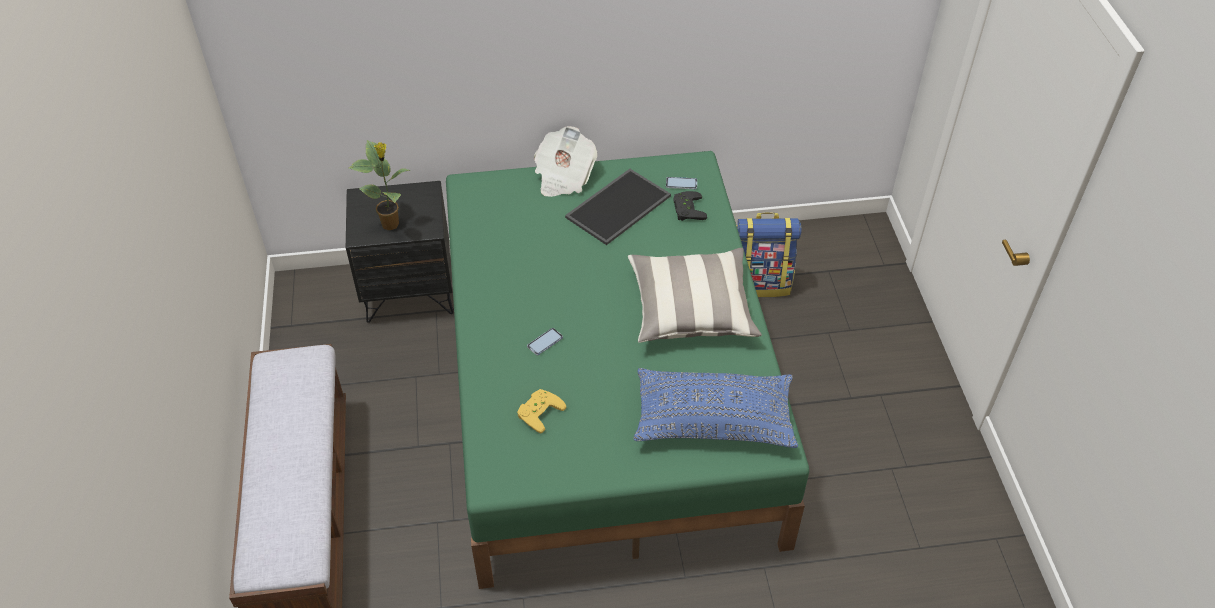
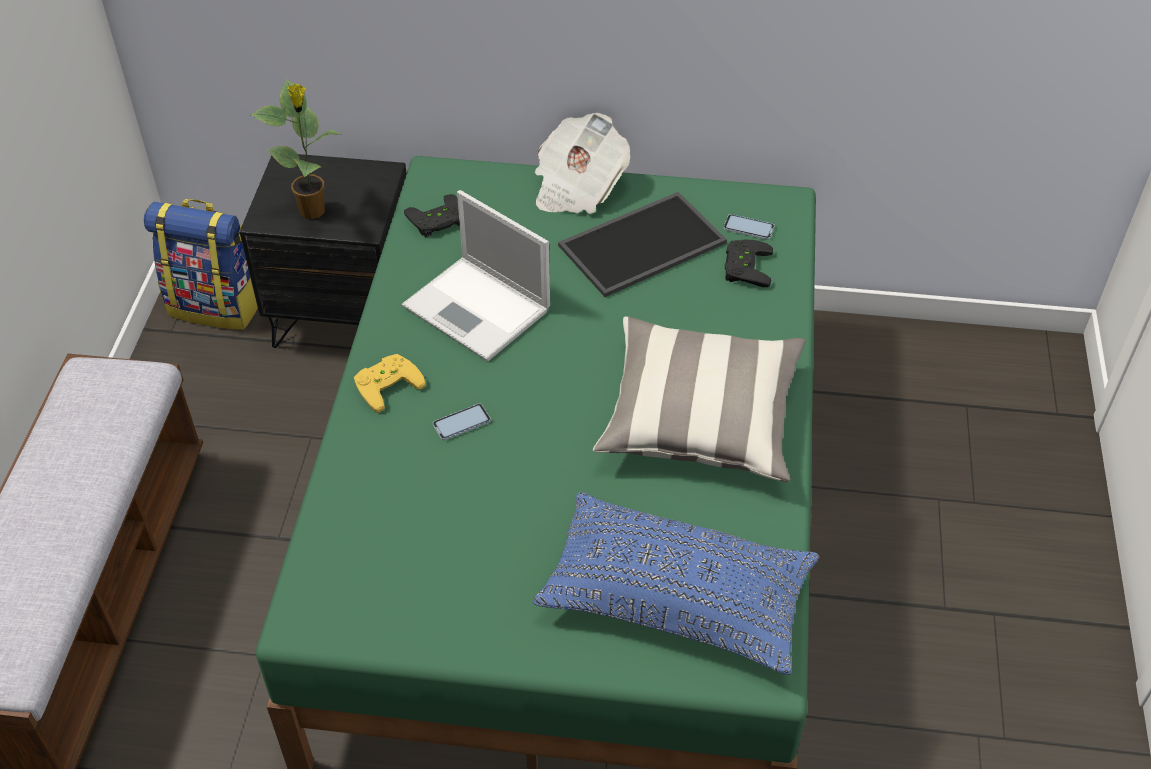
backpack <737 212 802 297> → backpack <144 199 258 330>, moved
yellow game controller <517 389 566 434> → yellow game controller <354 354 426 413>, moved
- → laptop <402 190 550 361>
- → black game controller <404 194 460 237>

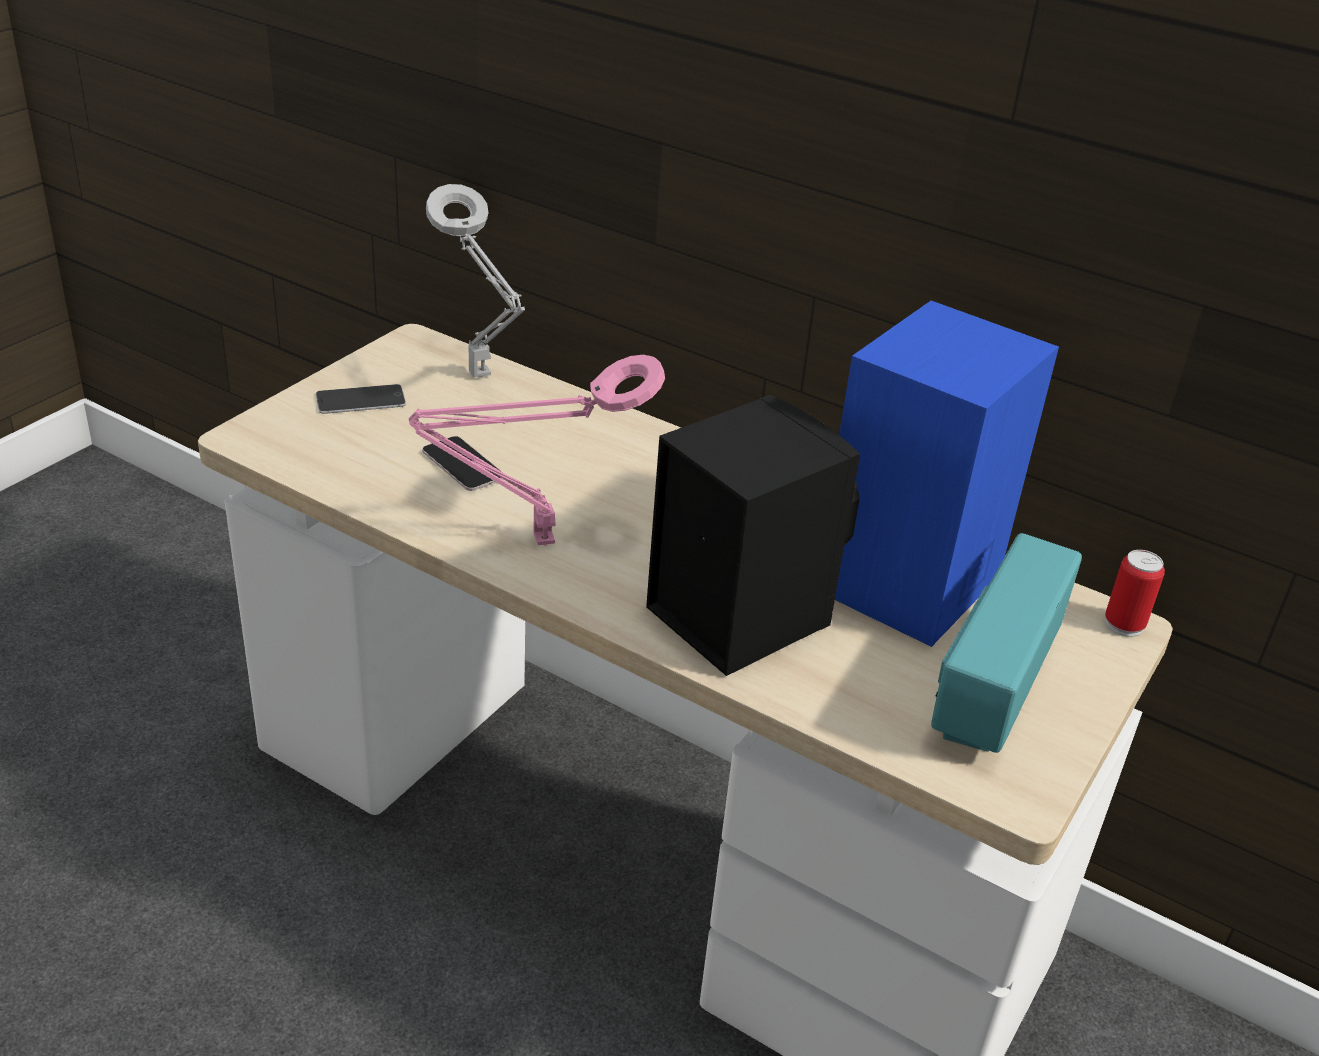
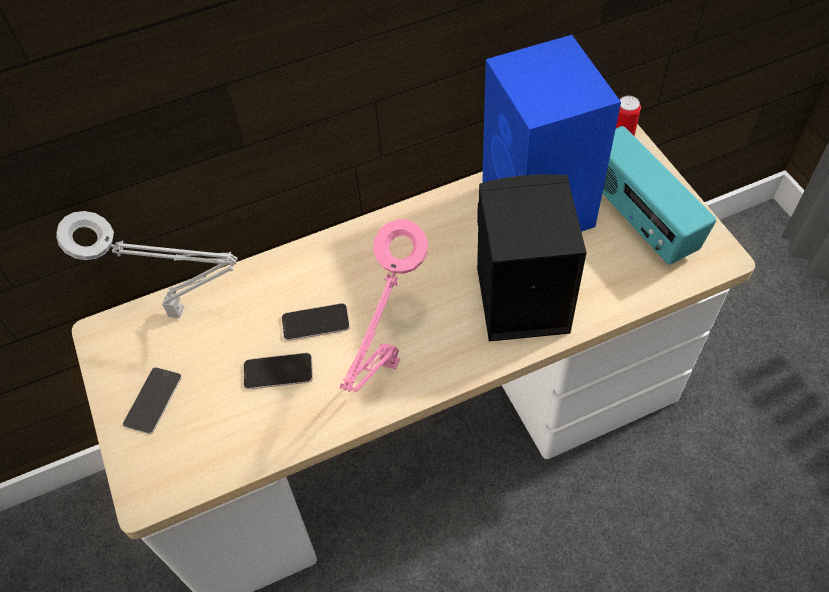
- → phone <281 303 350 341>

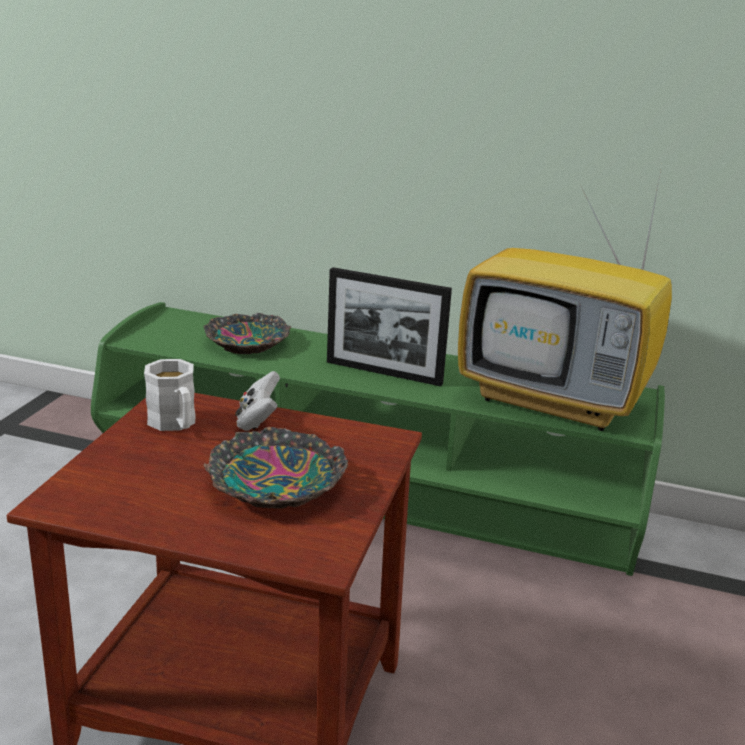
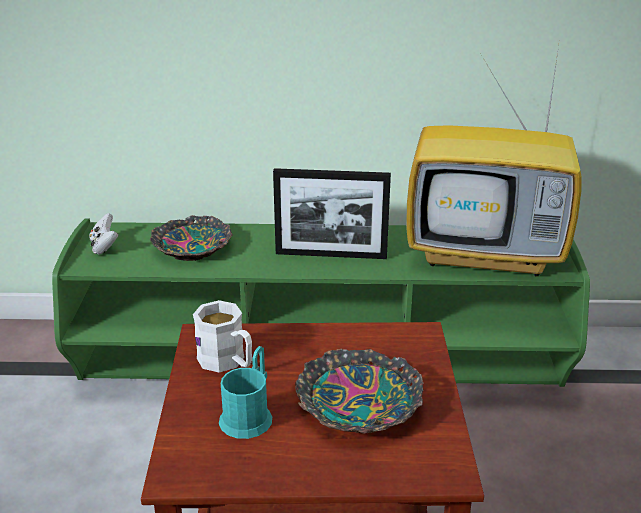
white game controller <235 371 280 431> → white game controller <89 213 119 255>, moved
- → turquoise mug <219 346 272 439>

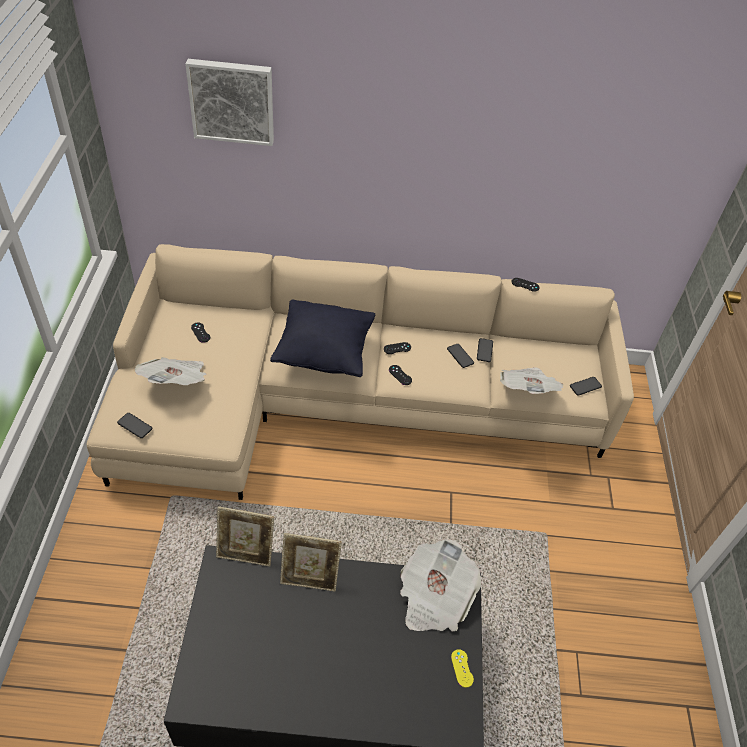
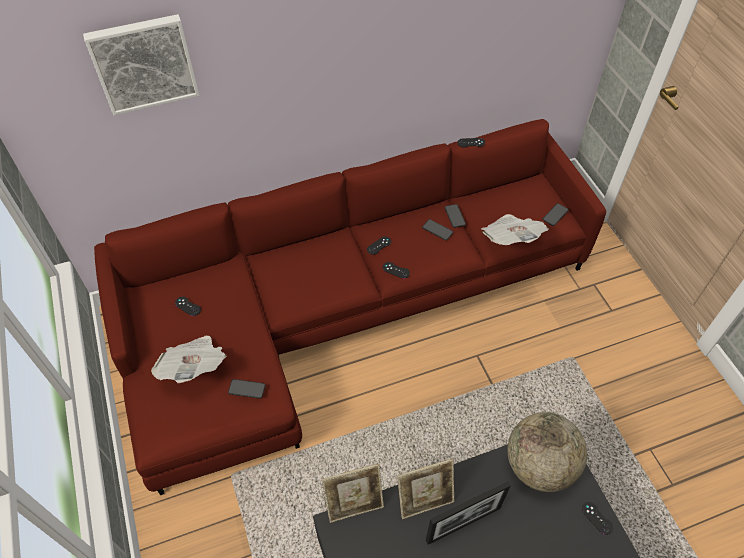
beige sofa <87 244 634 500> → red sofa <94 119 606 495>
black pillow <270 299 375 377> → -
phone <117 413 152 438> → phone <228 379 265 399>, moved
newspaper <400 539 481 632> → globe <507 412 587 492>
yellow game controller <451 649 474 688> → black game controller <582 502 613 535>
- → picture frame <426 481 511 545>

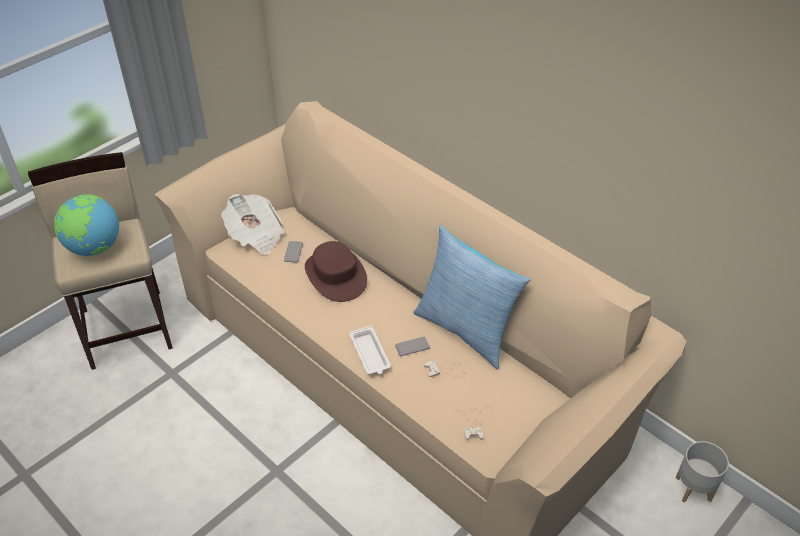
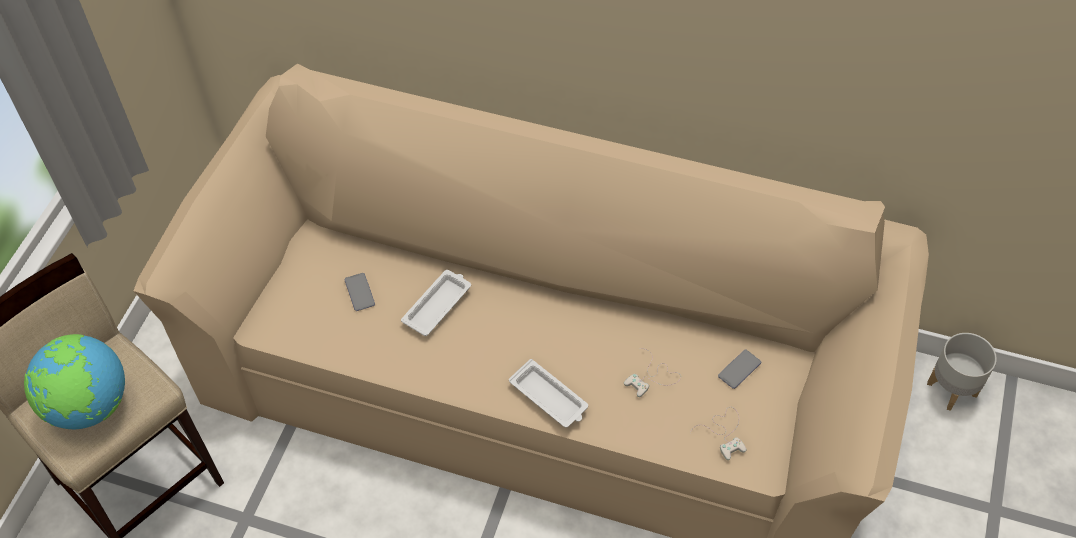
newspaper <221 194 286 255> → -
pillow <413 225 531 370> → -
brown hat <305 241 367 302> → white tray <401 270 471 336>
phone <395 337 430 356> → phone <718 349 761 389>, moved

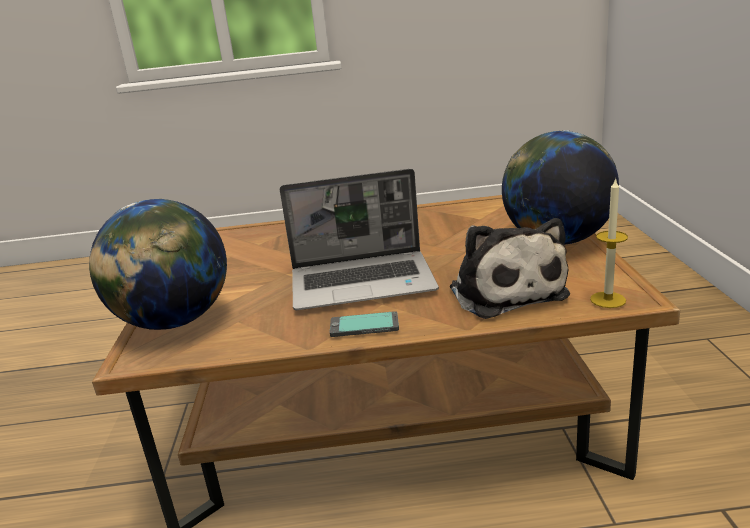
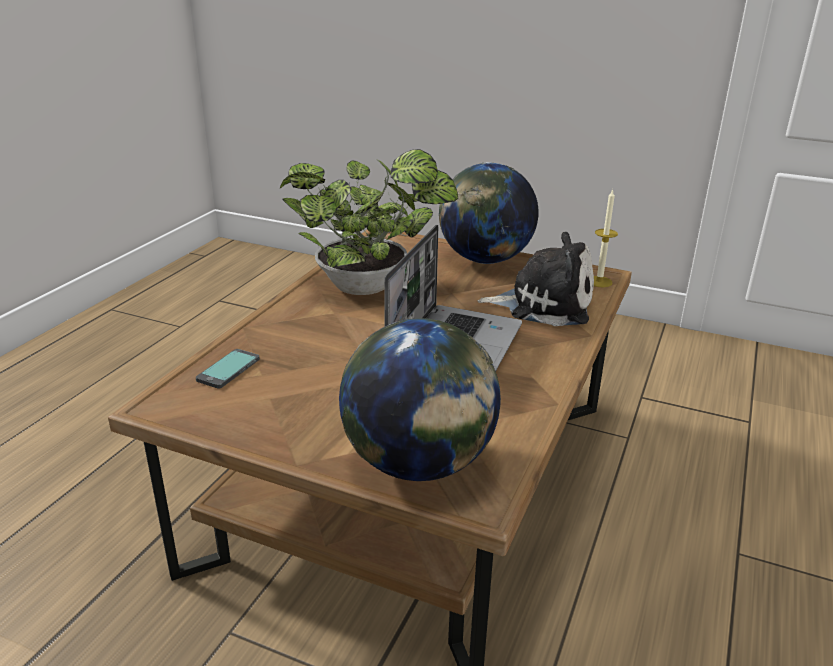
phone <330 311 399 337> → phone <196 349 260 389>, moved
- → potted plant <280 149 458 295>

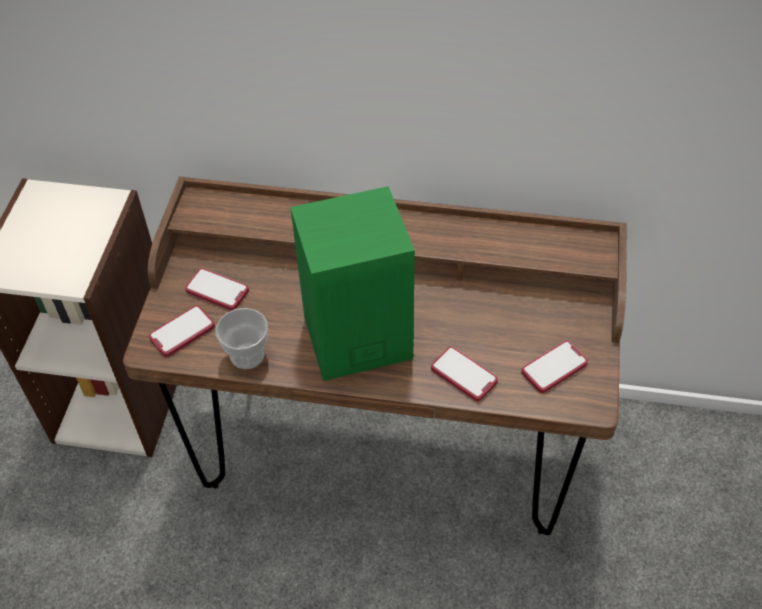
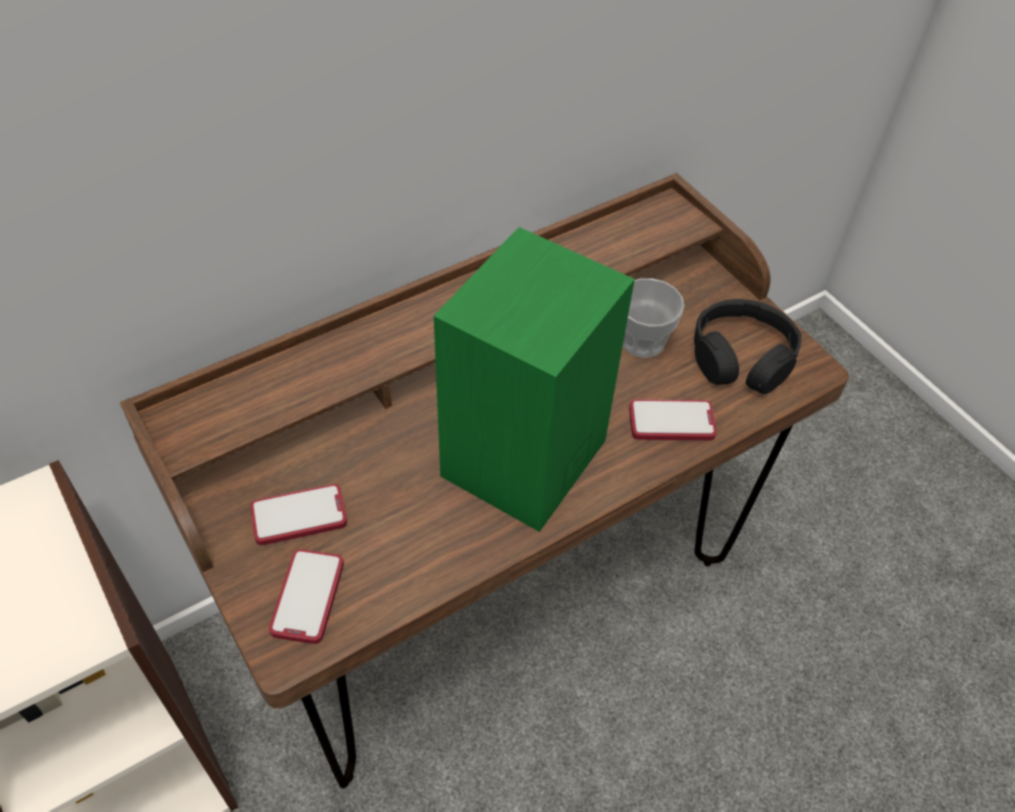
cup <216 308 268 369> → cup <623 278 685 358>, moved
phone <521 341 588 393> → black headphones <694 299 801 394>

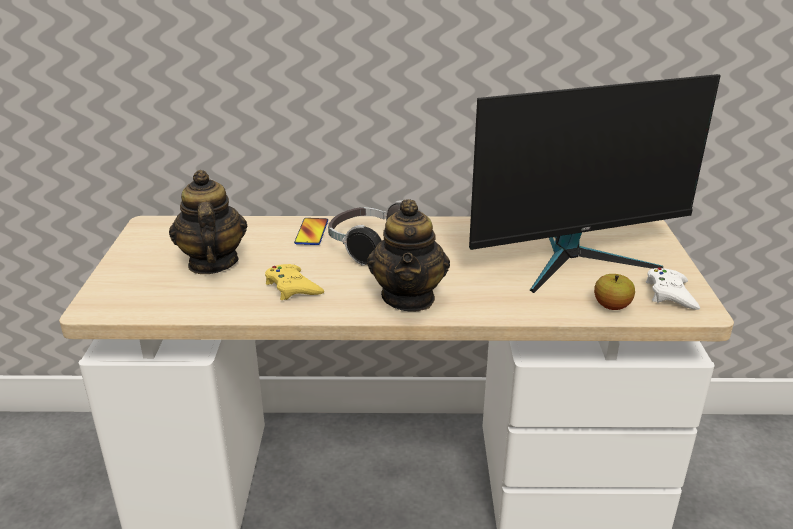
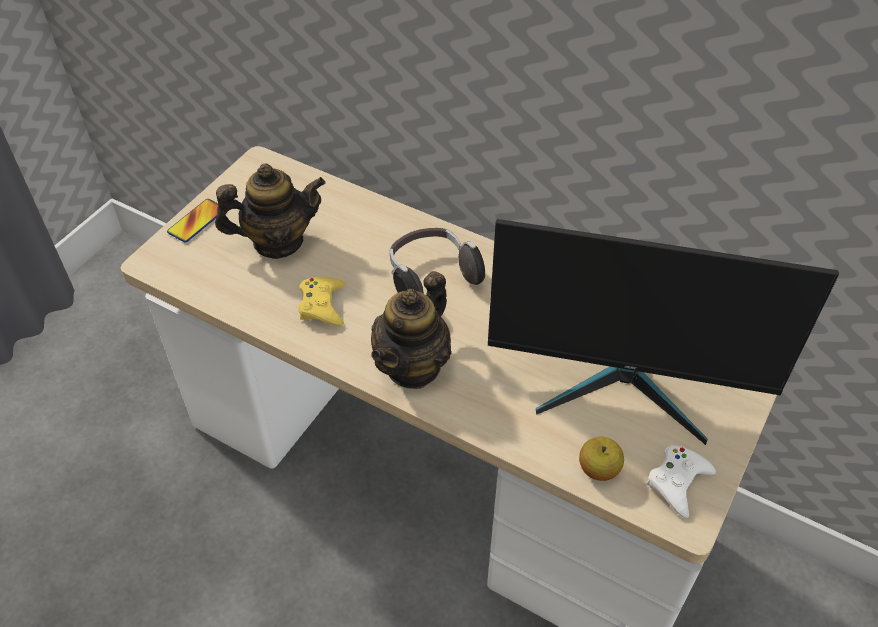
teapot <169 170 247 274> → teapot <215 164 326 259>, 60 degrees clockwise
phone <294 218 328 245> → phone <167 199 218 243>, moved

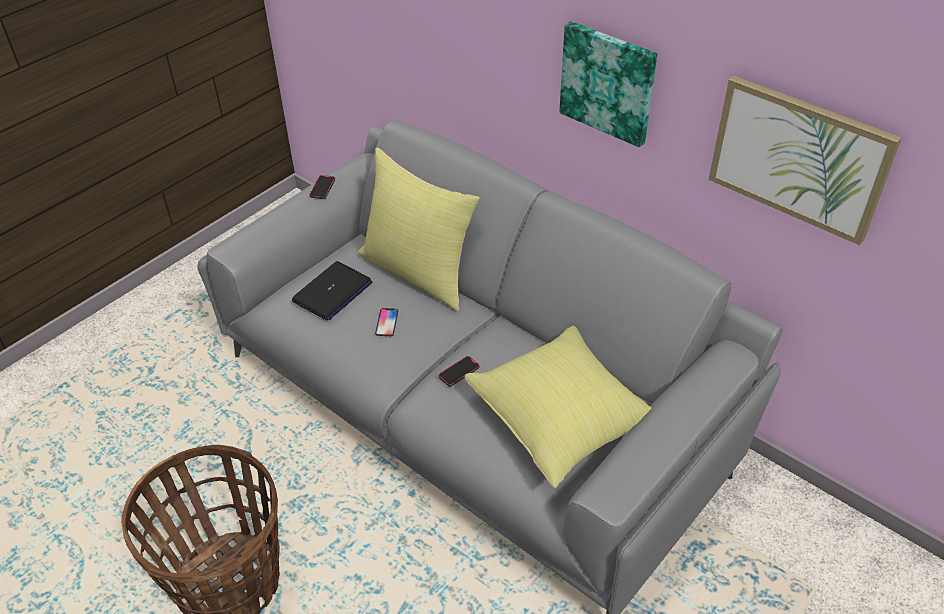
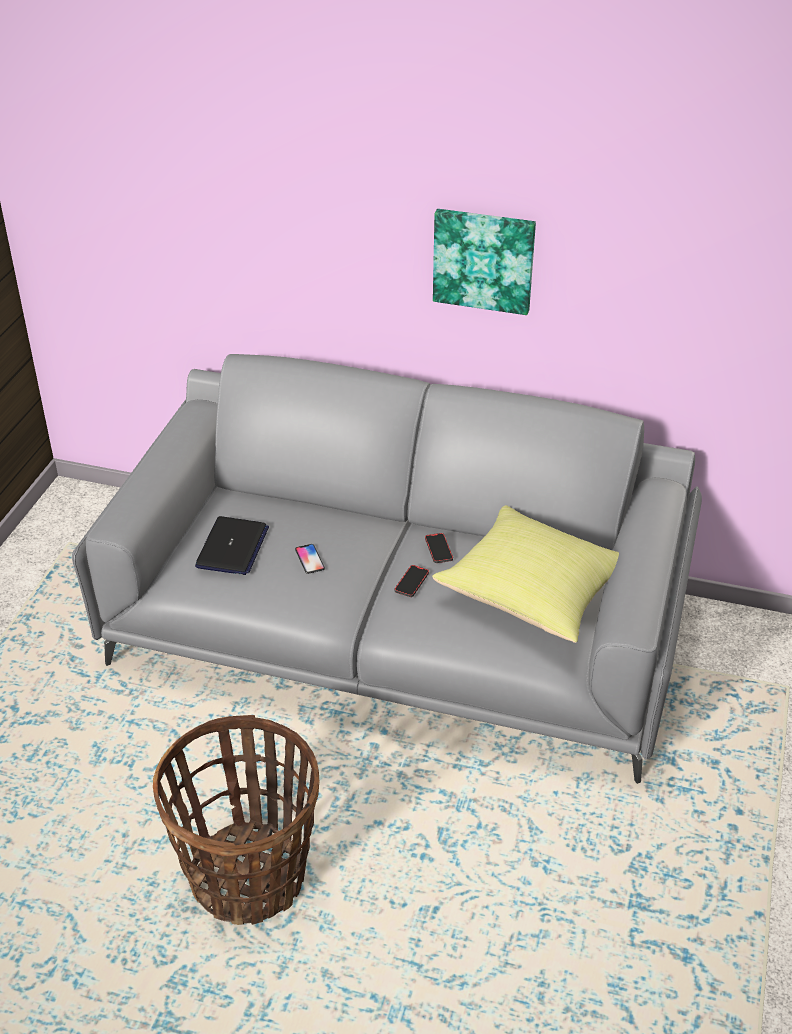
picture <709 76 902 245> → -
yellow pillow <358 148 480 311> → -
phone <309 175 335 199> → phone <425 533 453 563>, moved

